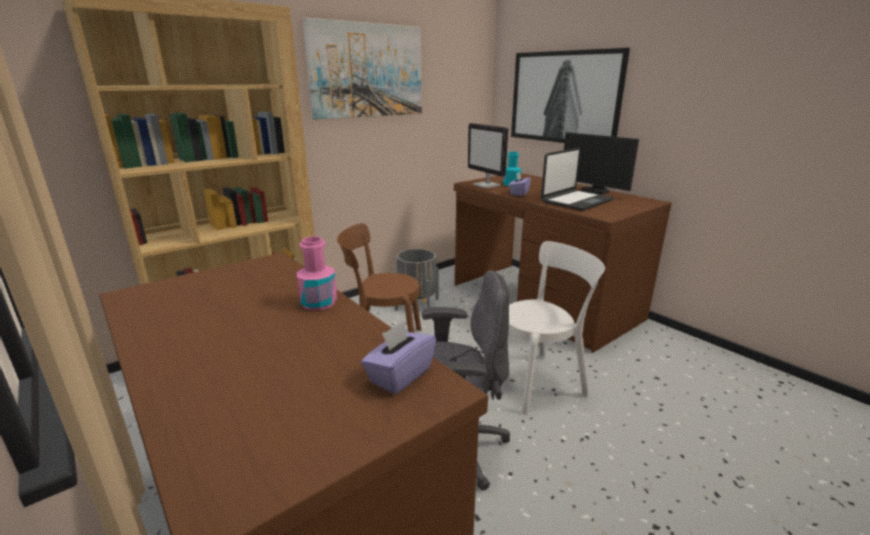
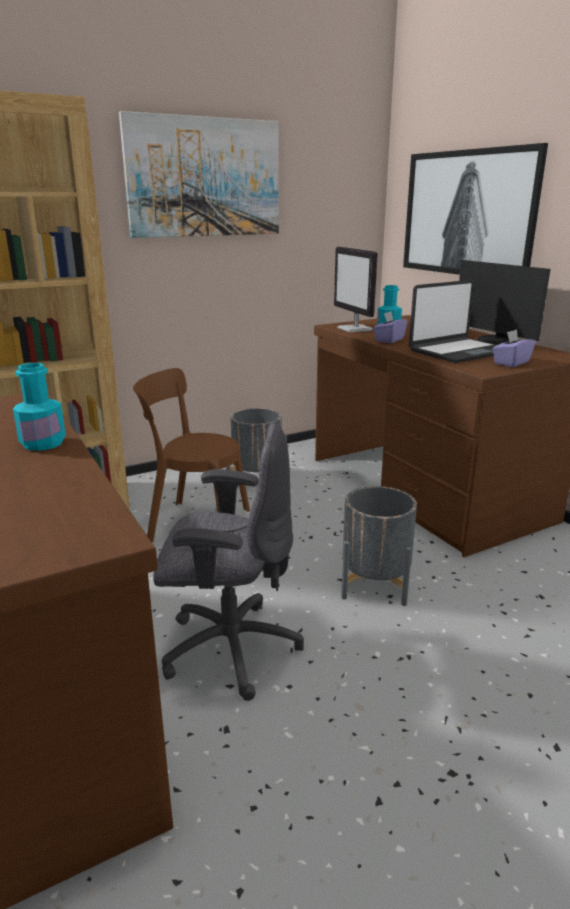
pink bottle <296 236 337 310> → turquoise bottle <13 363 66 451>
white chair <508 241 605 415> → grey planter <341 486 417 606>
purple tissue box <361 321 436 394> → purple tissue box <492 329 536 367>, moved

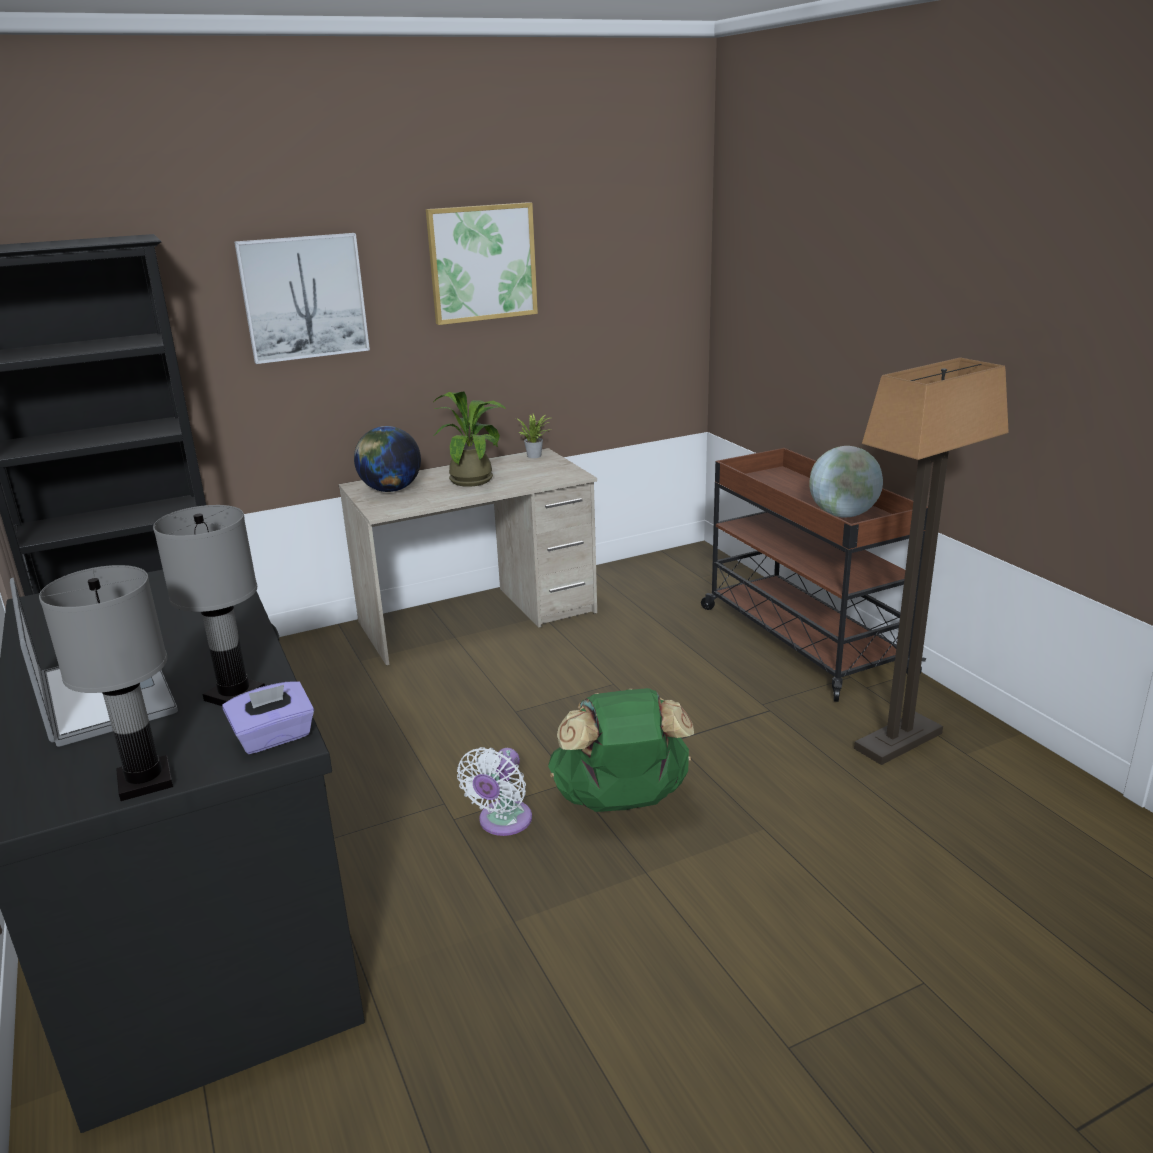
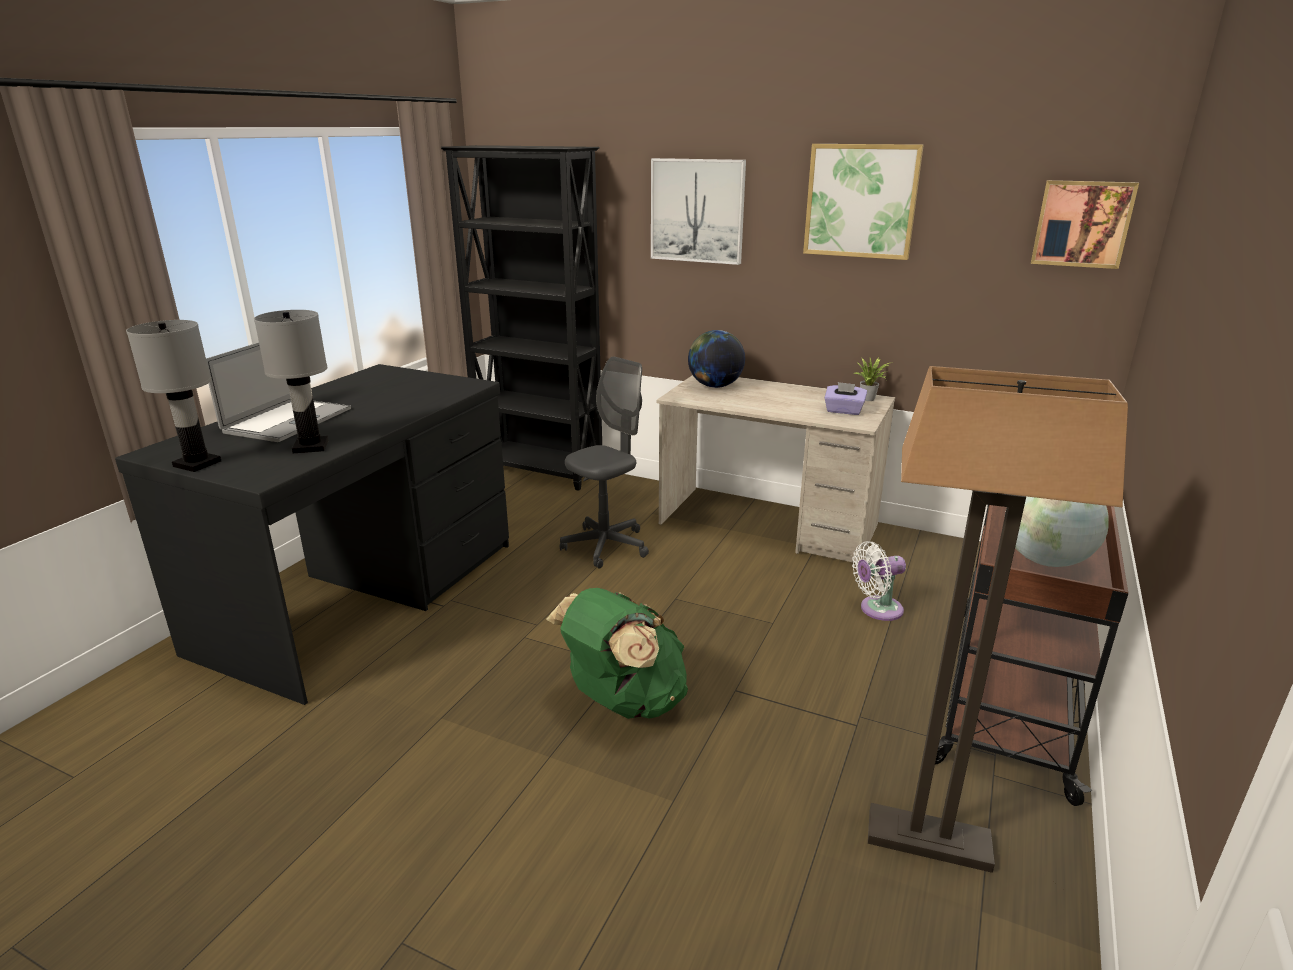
potted plant <433 392 506 487> → -
purple tissue box <222 681 314 754> → purple tissue box <824 382 867 415>, moved
white fan <457 747 532 836> → white fan <852 541 906 621>, moved
- → picture <1031 180 1139 269>
- → grey office chair <560 356 649 569>

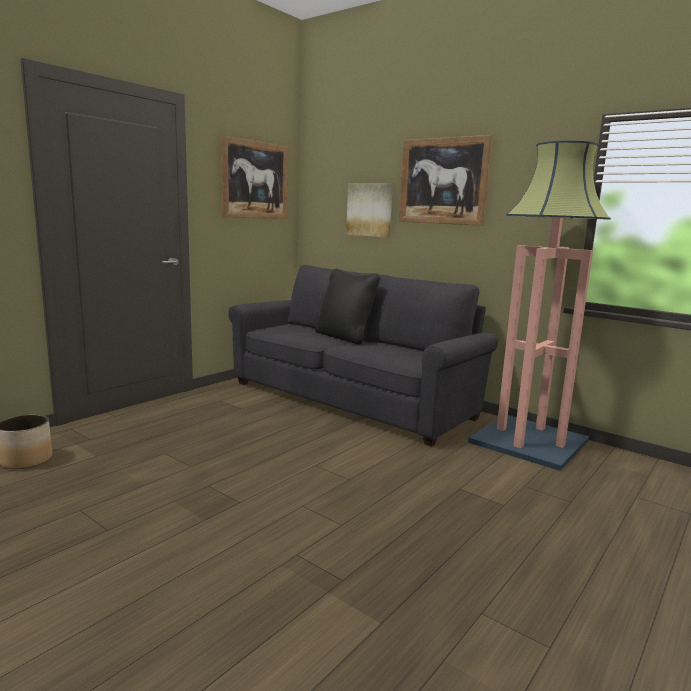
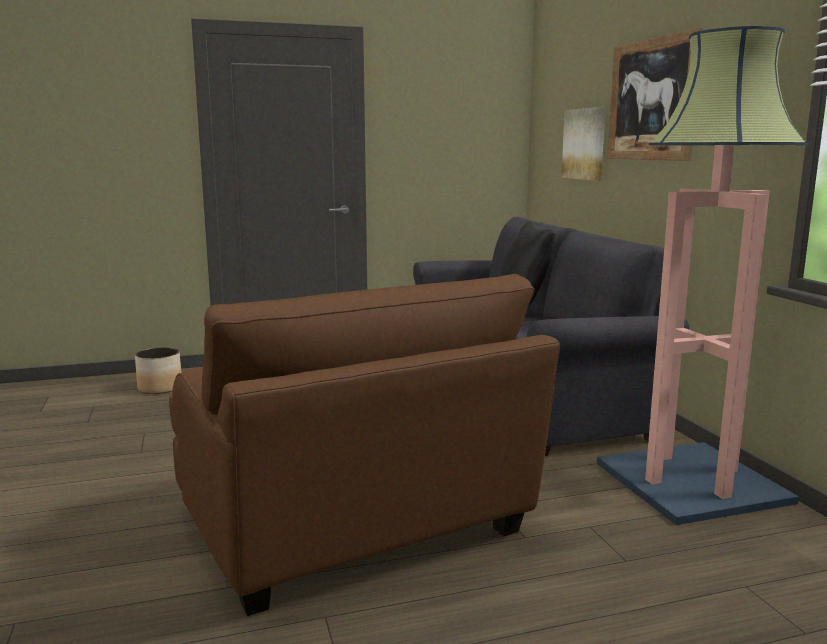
picture <220 136 288 219> → -
- → brown armchair <169 274 560 616>

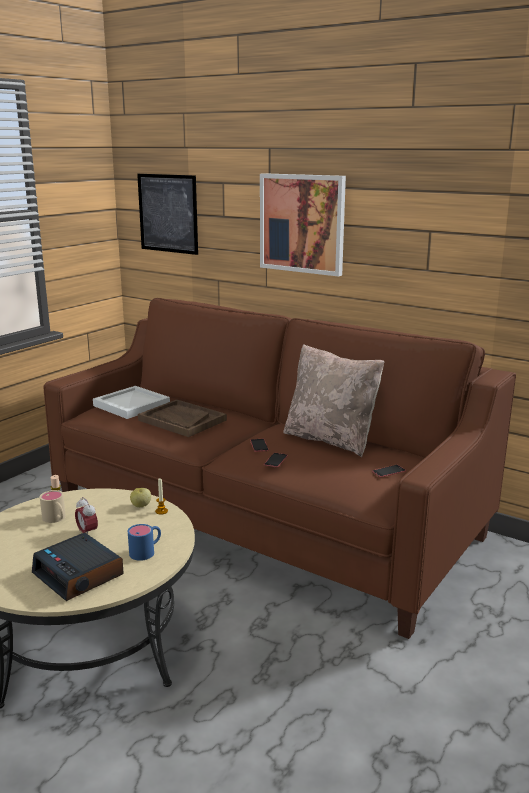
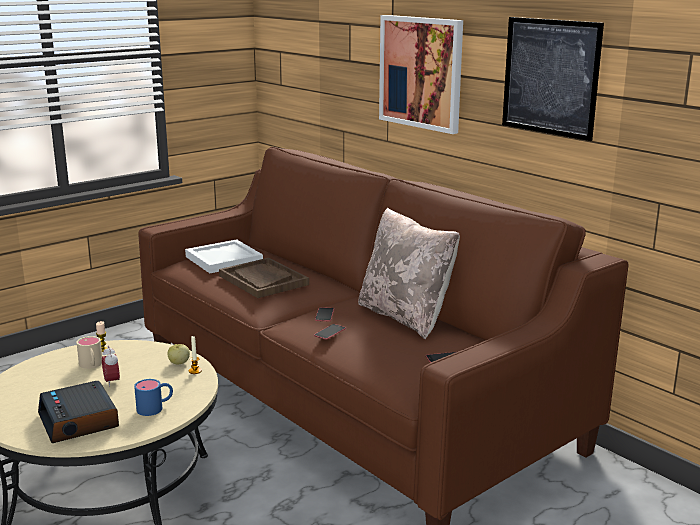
picture <137 174 198 255> → picture <502 17 604 141>, moved

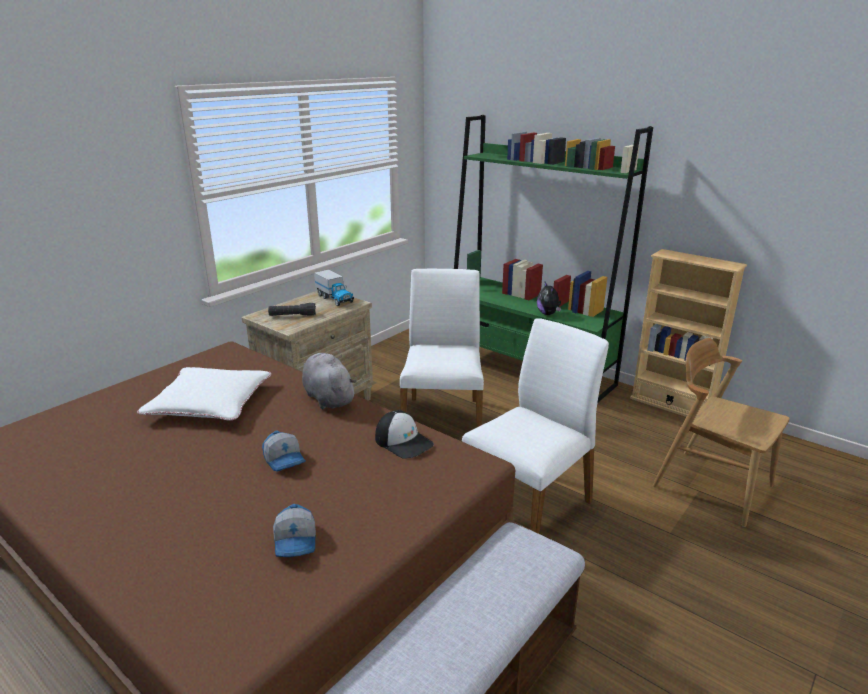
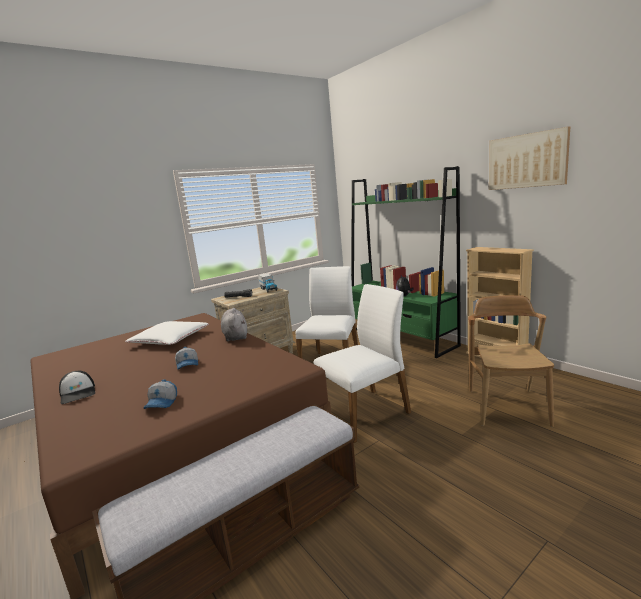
brown chair <652 338 790 527> → brown chair <468 295 554 427>, 45 degrees clockwise
cap <375 410 434 459> → cap <59 371 95 404>, moved
- → picture <489 127 570 190>

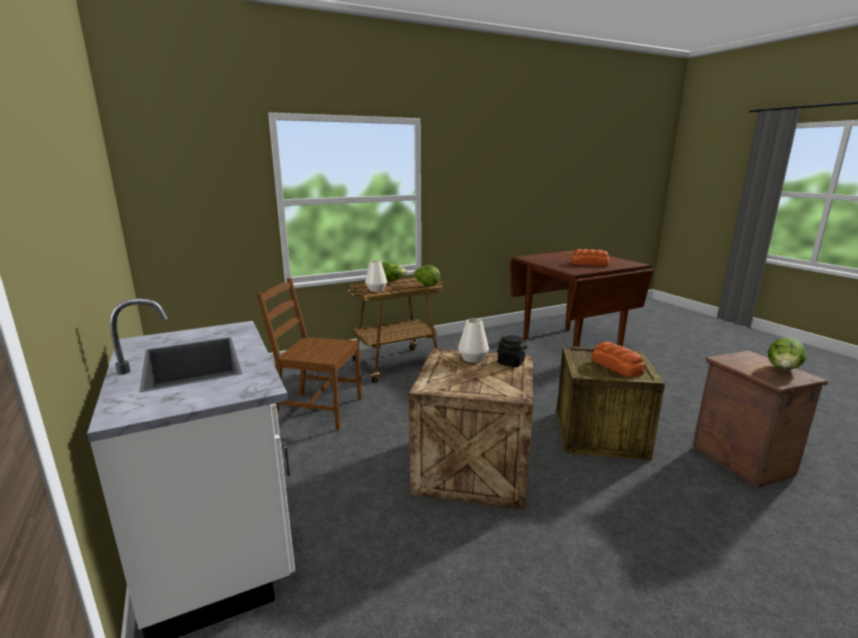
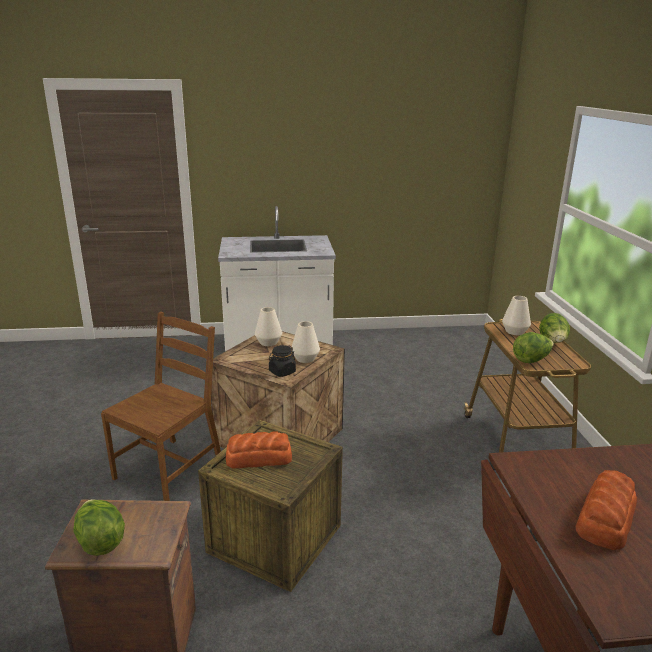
brown chair <257 278 362 430> → brown chair <101 312 221 501>, moved
- → white vase <255 307 282 346>

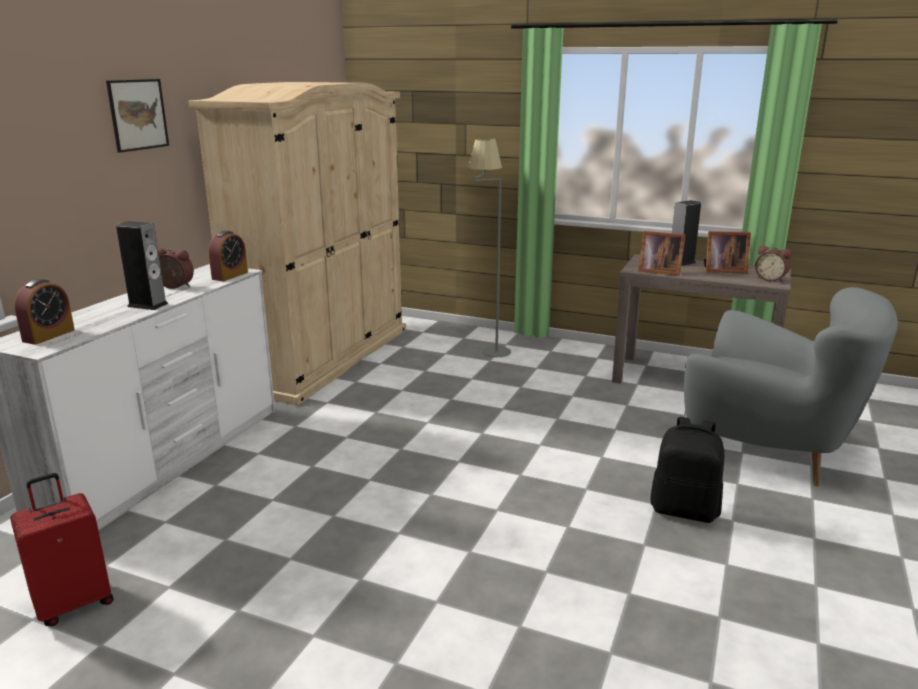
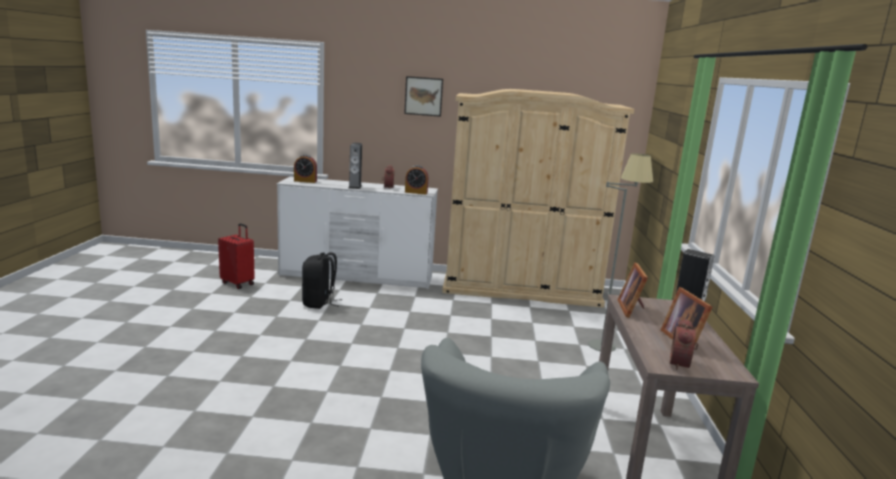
black backpack <651 417 724 523> → black backpack <302 252 342 309>, moved

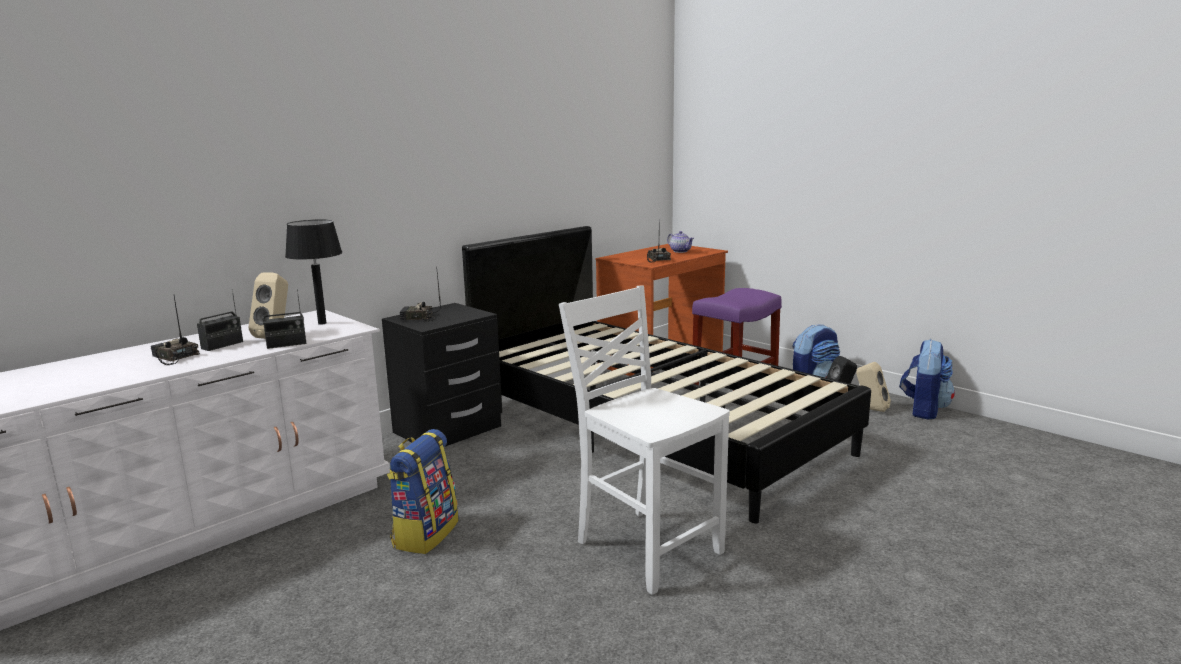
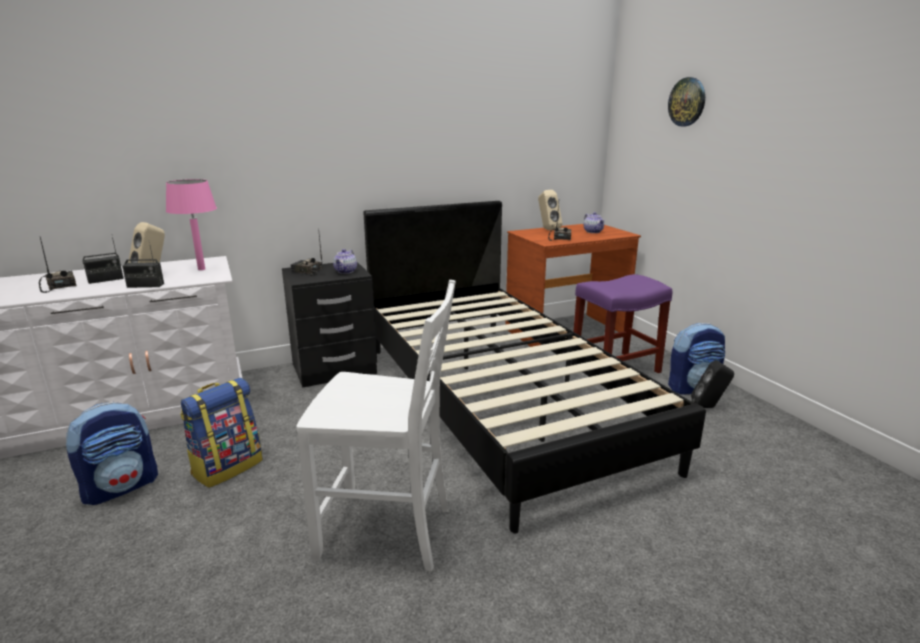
black table lamp <285 220 343 325> → pink table lamp <166 179 217 270>
white chair <559 285 730 595> → white chair <296 280 456 572>, 120 degrees clockwise
backpack <900 339 955 419> → backpack <65 402 158 505>, moved
beige speaker <856 362 891 412> → beige speaker <538 190 562 230>, moved
- → wall clock <668 77 705 126>
- → teapot <333 249 357 274>

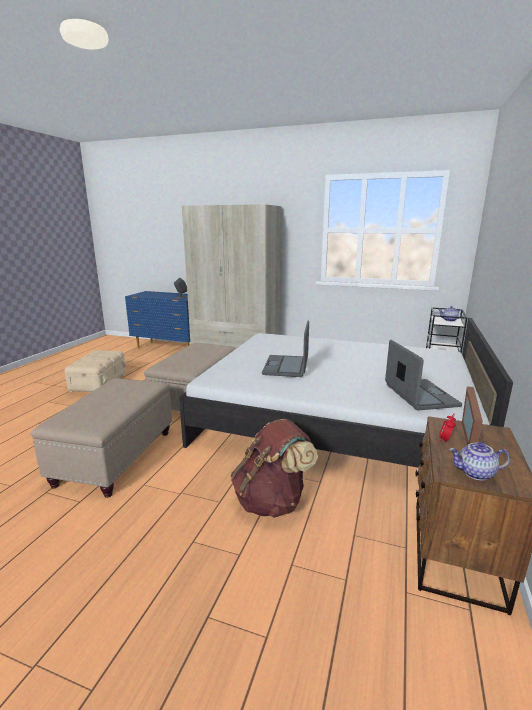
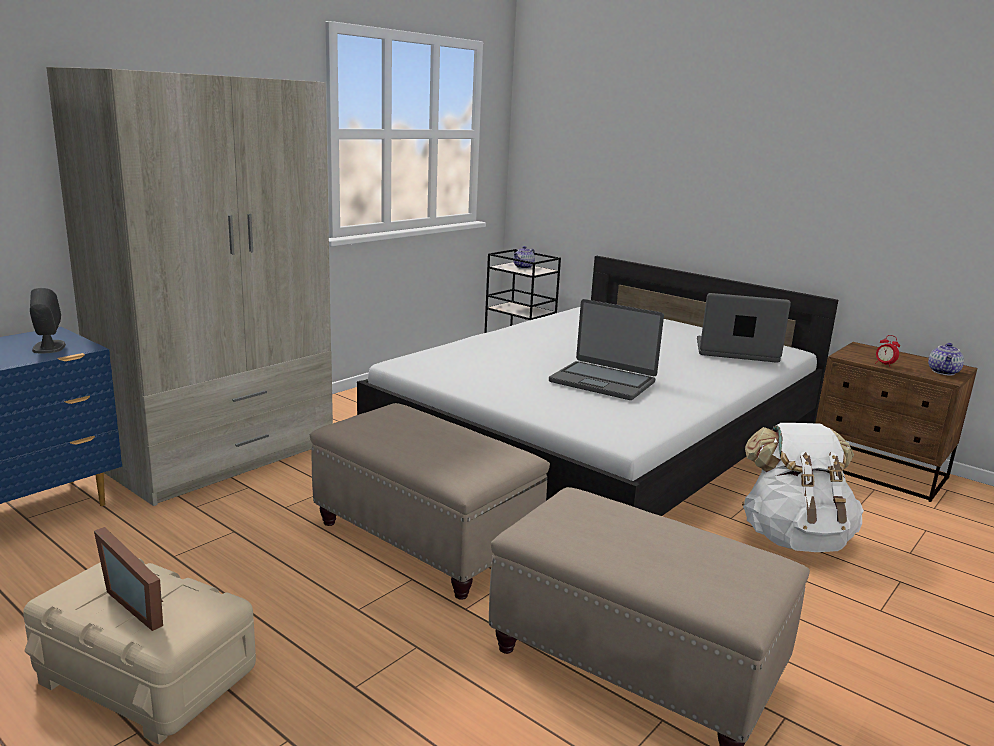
picture frame <462 386 486 445> → picture frame <94 527 163 631>, moved
brown backpack <231 419 318 518> → white backpack <742 423 864 552>

